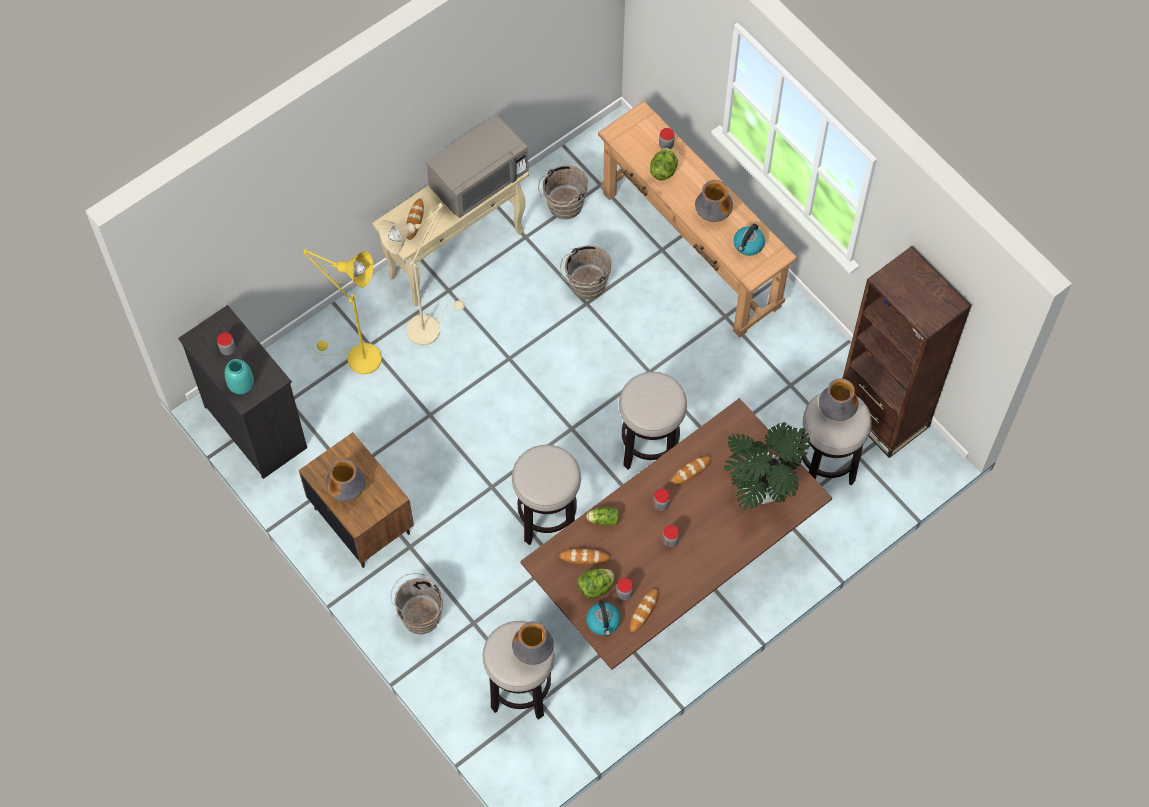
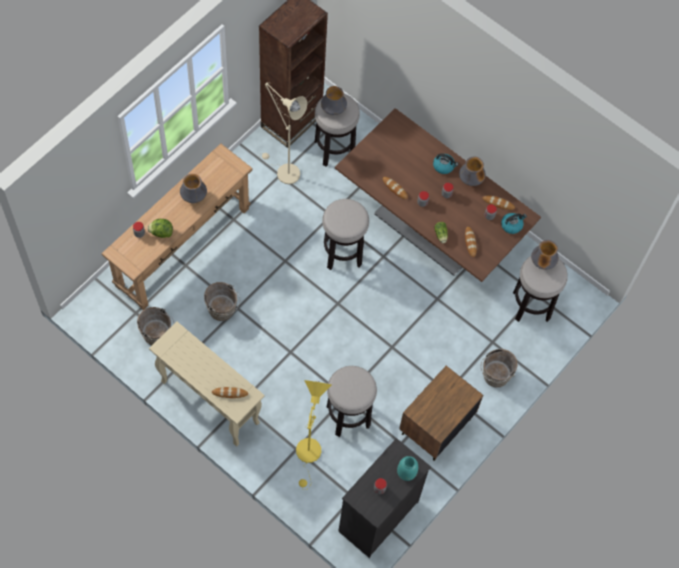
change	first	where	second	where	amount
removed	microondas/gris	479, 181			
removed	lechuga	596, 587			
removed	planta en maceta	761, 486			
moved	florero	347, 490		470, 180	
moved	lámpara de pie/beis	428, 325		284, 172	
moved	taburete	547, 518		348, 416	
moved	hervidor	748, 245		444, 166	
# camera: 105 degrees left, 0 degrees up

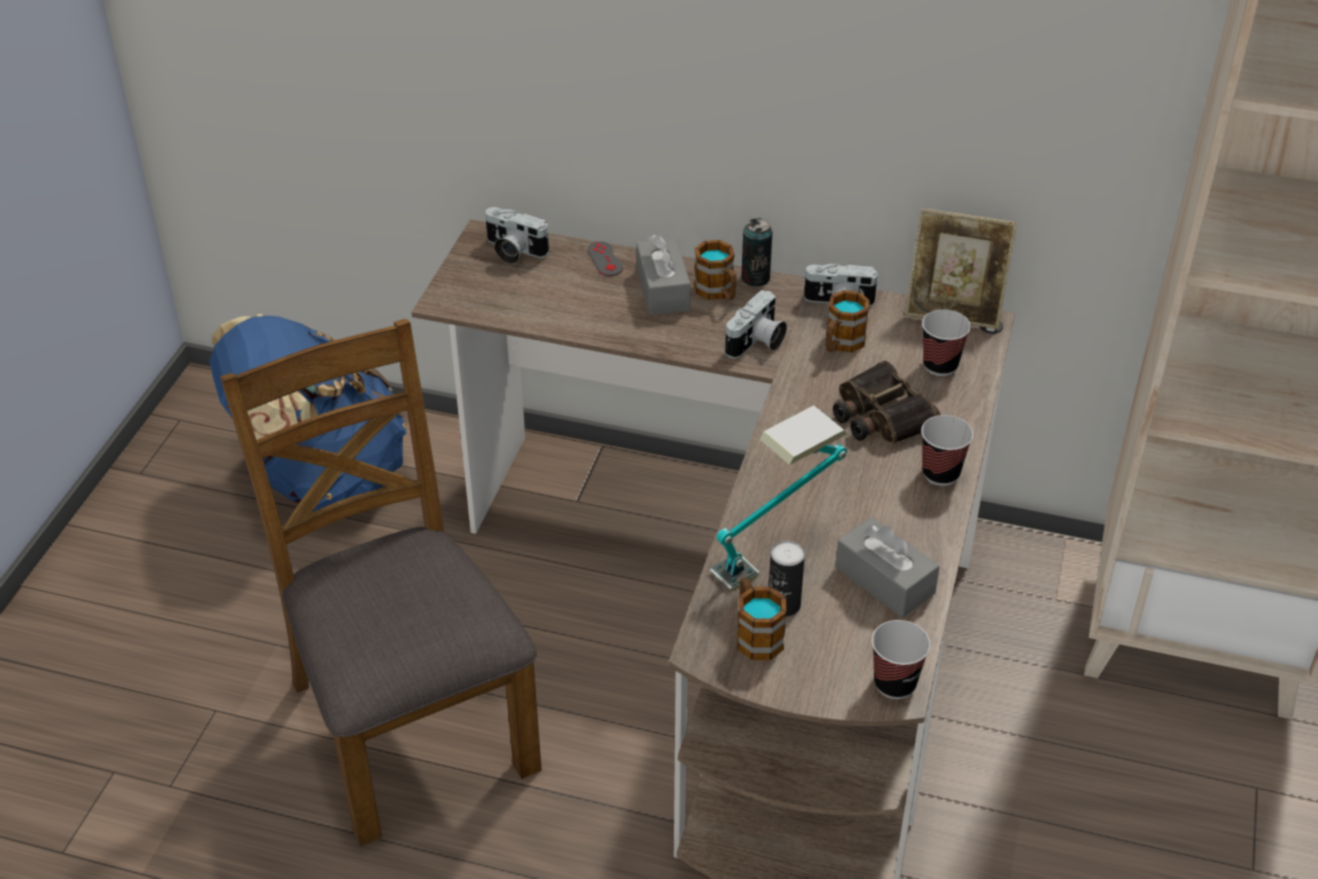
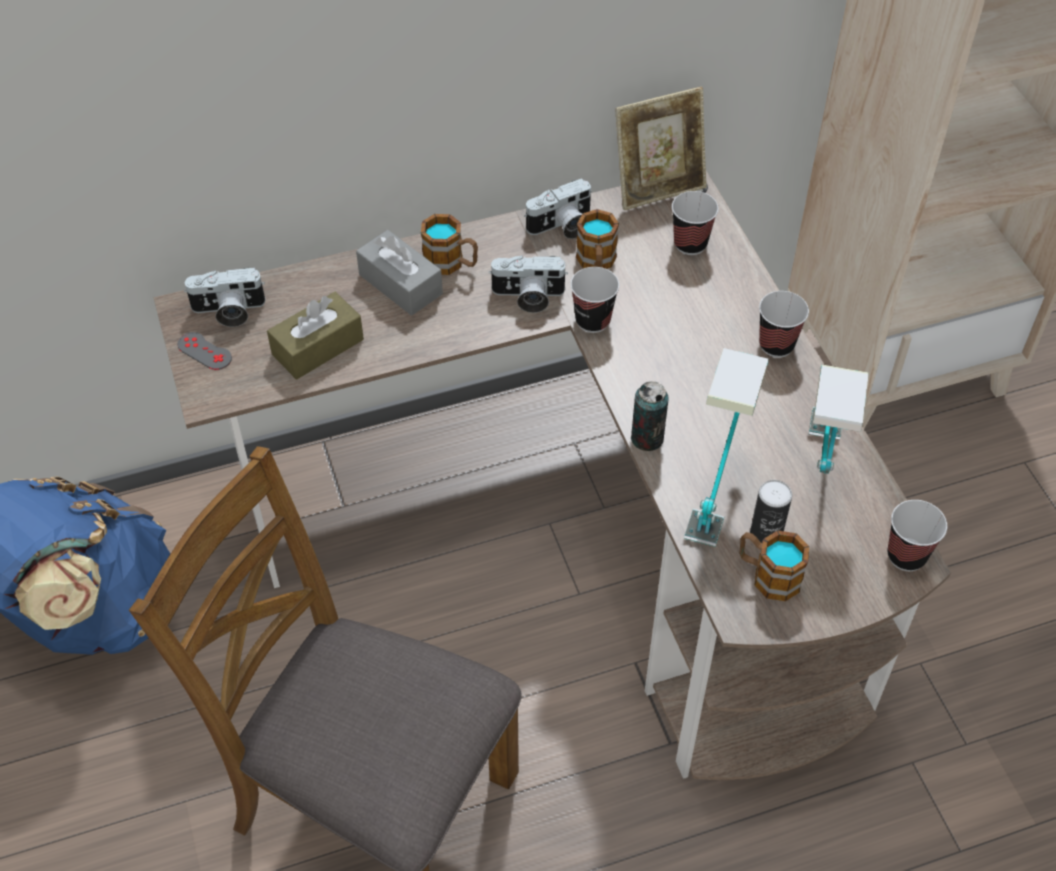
change	first	where	second	where	amount
removed	prismáticos	880, 415			
added			caja de pañuelos/marrón	318, 347	
added			taza	593, 320	
moved	mando de consola/gris	605, 259		204, 351	
moved	lata	755, 278		647, 438	
replaced	caja de pañuelos/gris	884, 580	lámpara de mesa	819, 467	
turned	cámara	757, 343		528, 297	90 degrees clockwise
# camera: 35 degrees left, 10 degrees up

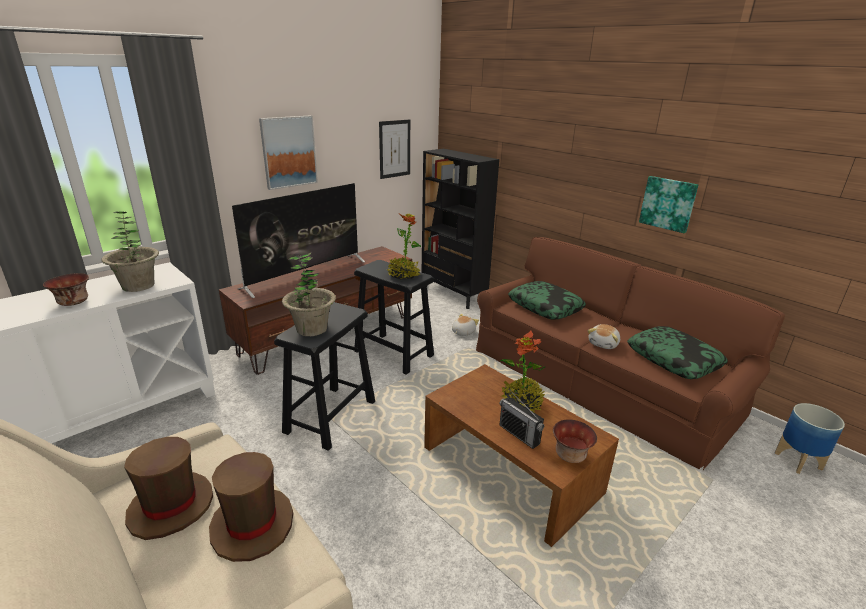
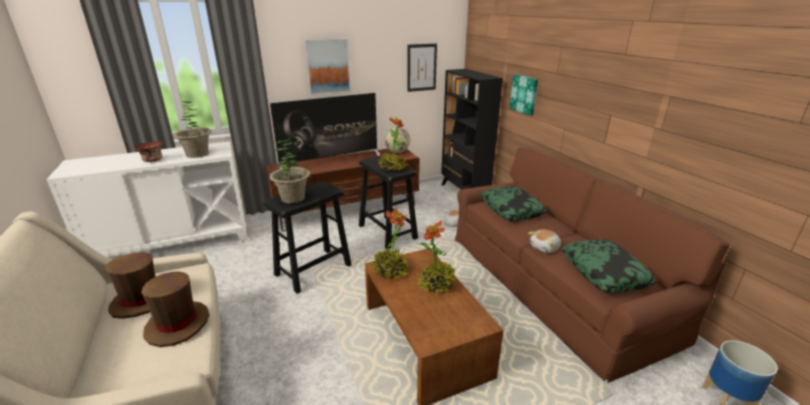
change	first	where	second	where	amount
removed	radio	519, 434			
removed	cuenco	570, 455			
added			planta en maceta	390, 271	
added			globo terráqueo	397, 152	
moved	cuadro	668, 203		524, 94	
# camera: 20 degrees right, 0 degrees up

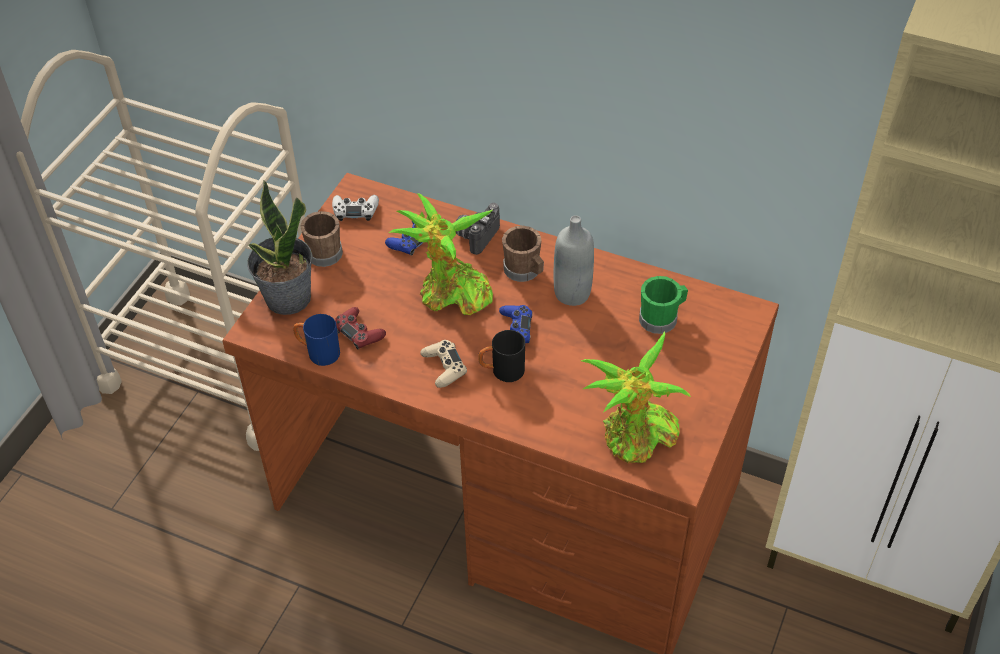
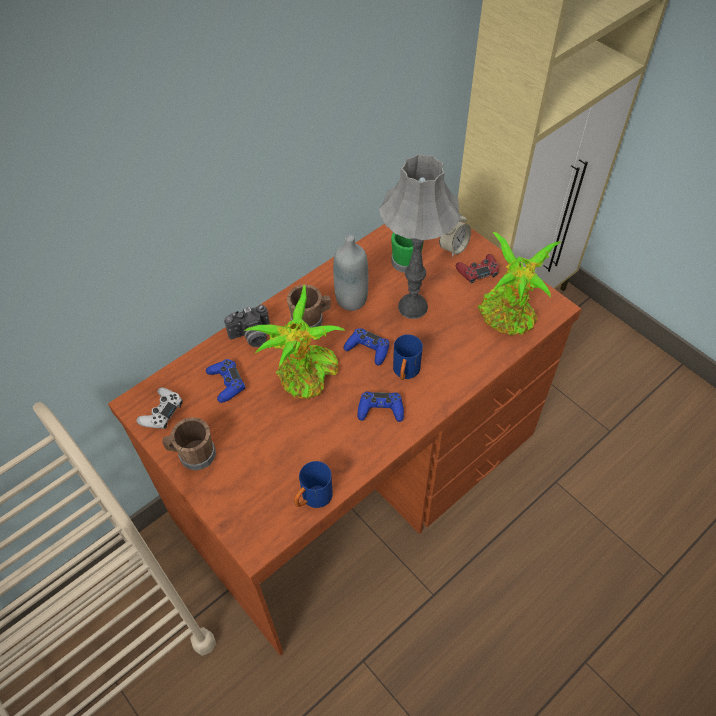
change	first	where	second	where	amount
removed	planta en maceta	287, 298			
added			lámpara de mesa/gris	412, 307	
added			despertador	453, 248	
moved	mando de consola/rojo	359, 332		477, 271	
recoloured	mando de consola/beis	444, 367	mando de consola/azul	380, 410	
recoloured	taza grande/negro	502, 371	taza grande/azul	405, 373	
turned	cámara	476, 235		251, 337	75 degrees counterclockwise
# camera: 65 degrees left, 5 degrees up

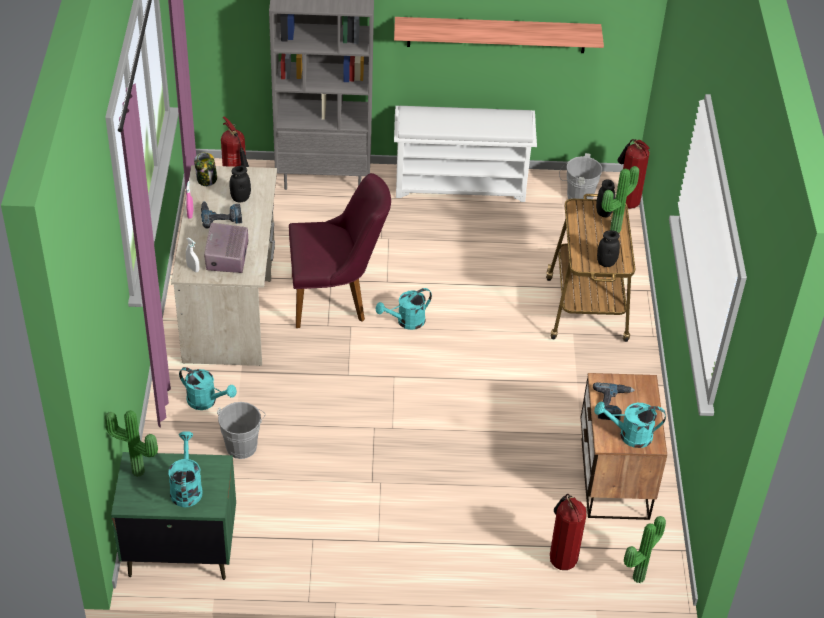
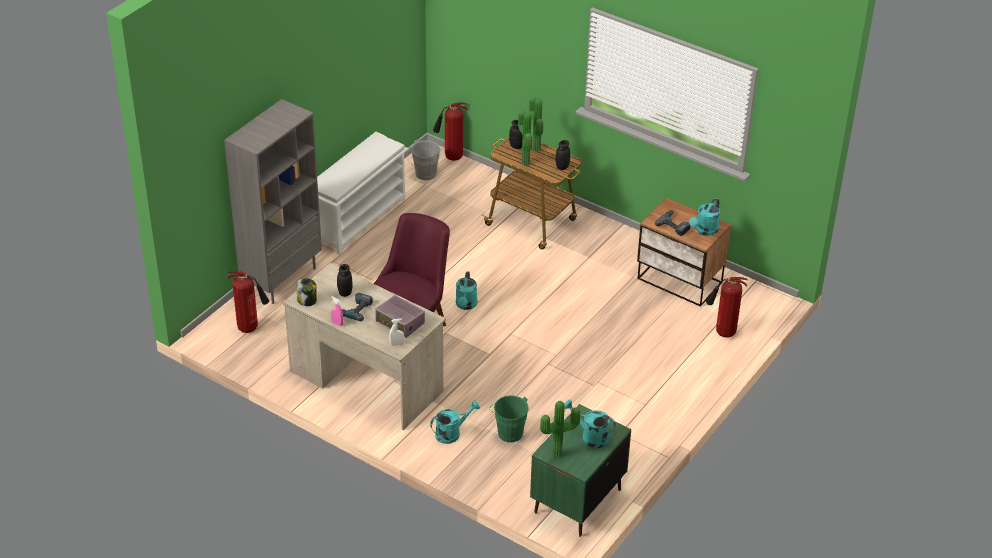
change	first	where	second	where	amount
removed	estante	496, 34			
moved	planta en maceta	636, 576		524, 163	
recoloured	cubo/gris	243, 444	cubo/verde	508, 431	
# camera: 55 degrees left, 5 degrees down

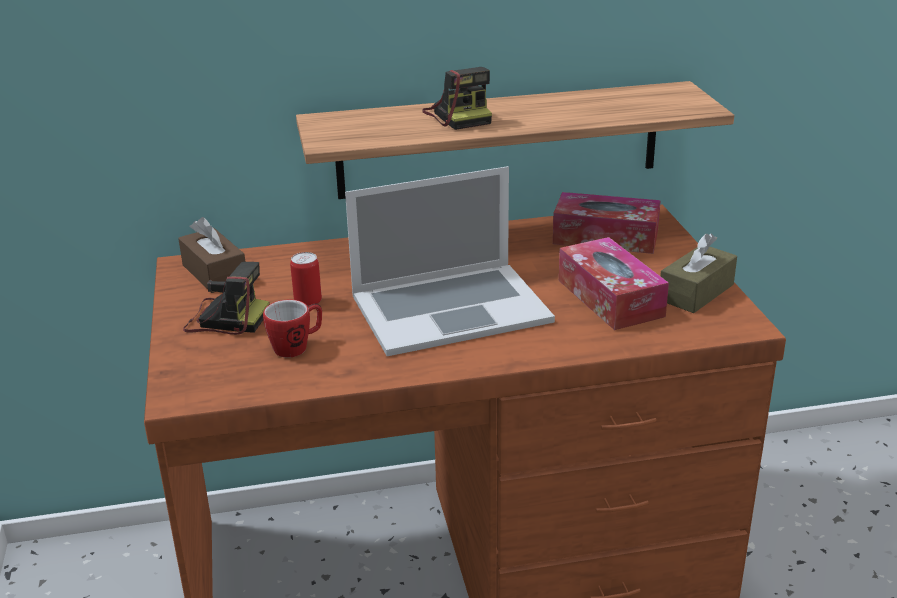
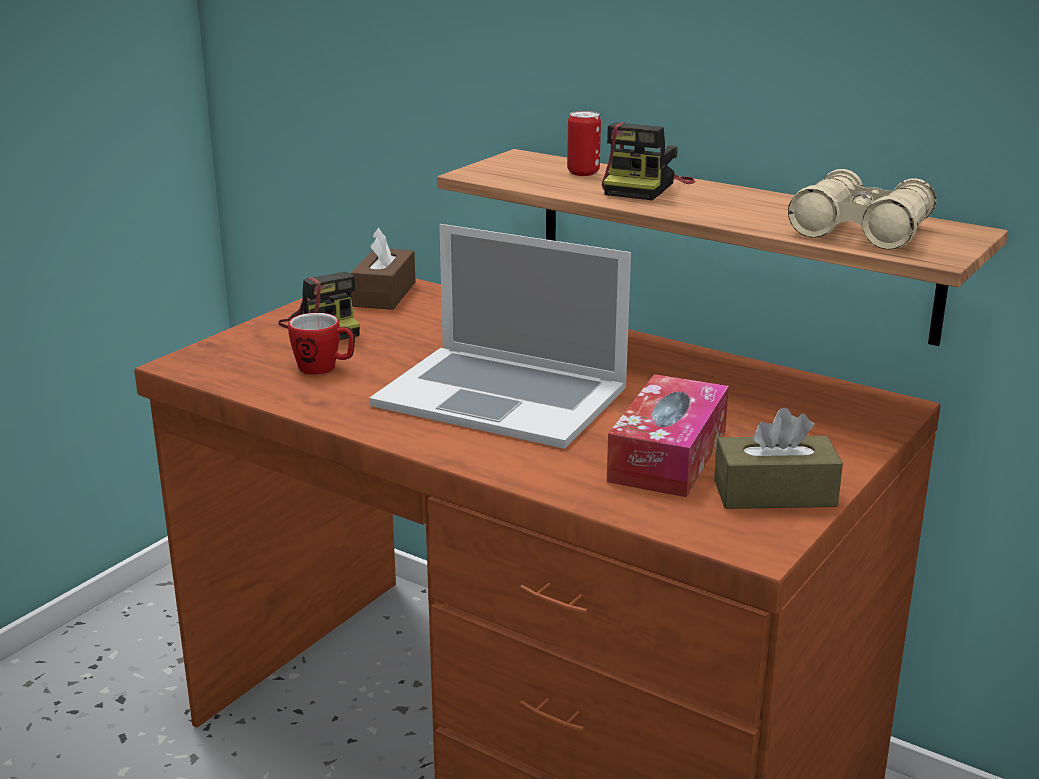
change	first	where	second	where	amount
removed	caja de pañuelos	605, 237			
added			prismáticos/beis	861, 231	
moved	lata	308, 302		583, 172	
# camera: 45 degrees right, 5 degrees down

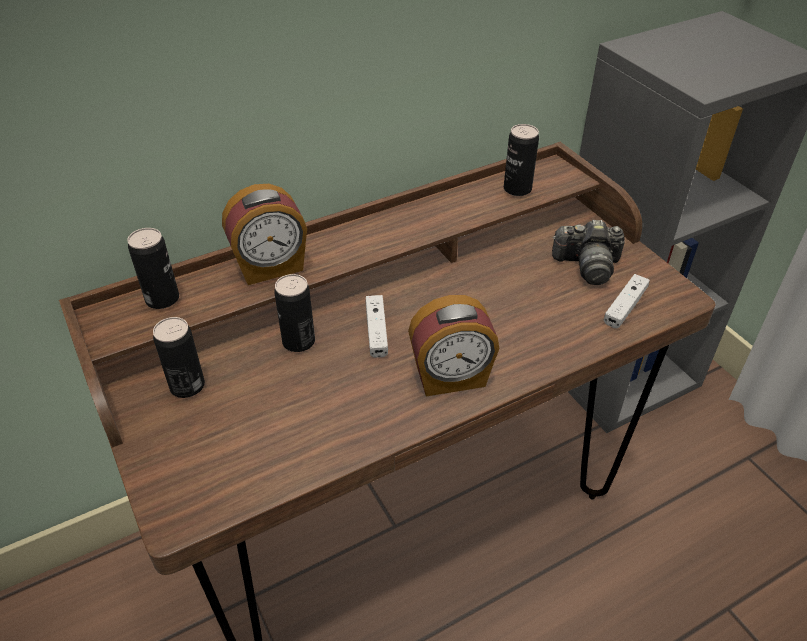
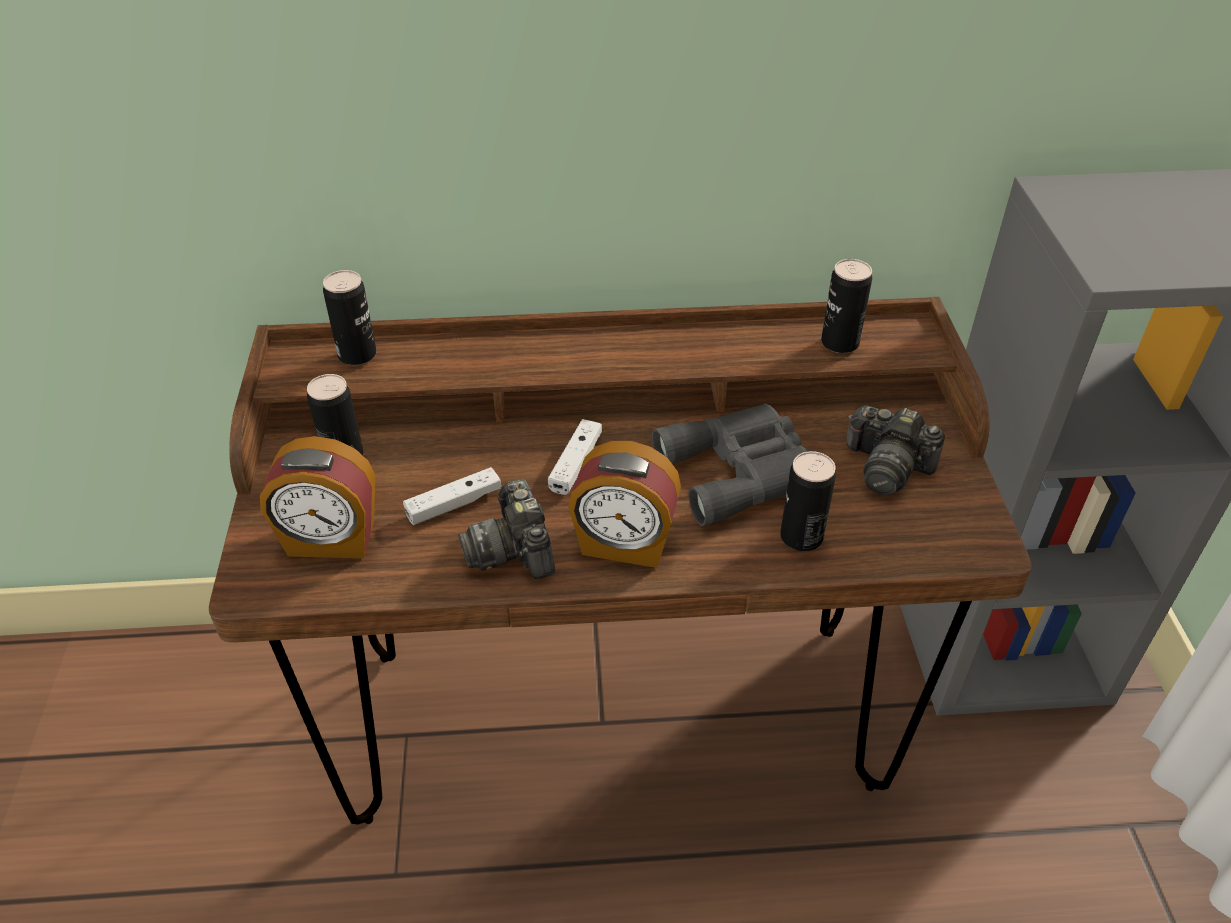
change	first	where	second	where	amount
added			cámara	513, 550	
added			prismáticos/gris	742, 471	
moved	despertador	271, 267		331, 540	
moved	lata	298, 341		801, 537	
moved	mando de consola/blanco	625, 307		454, 504	
# camera: 25 degrees right, 0 degrees up

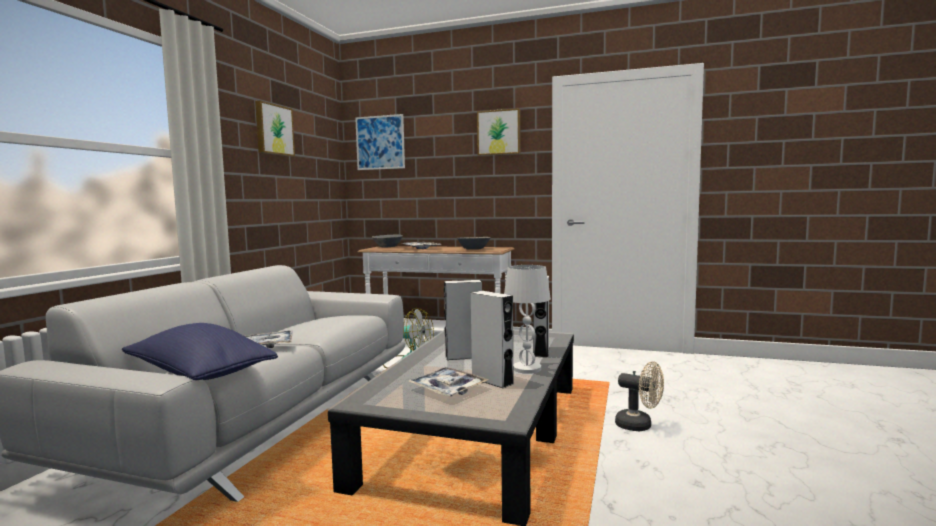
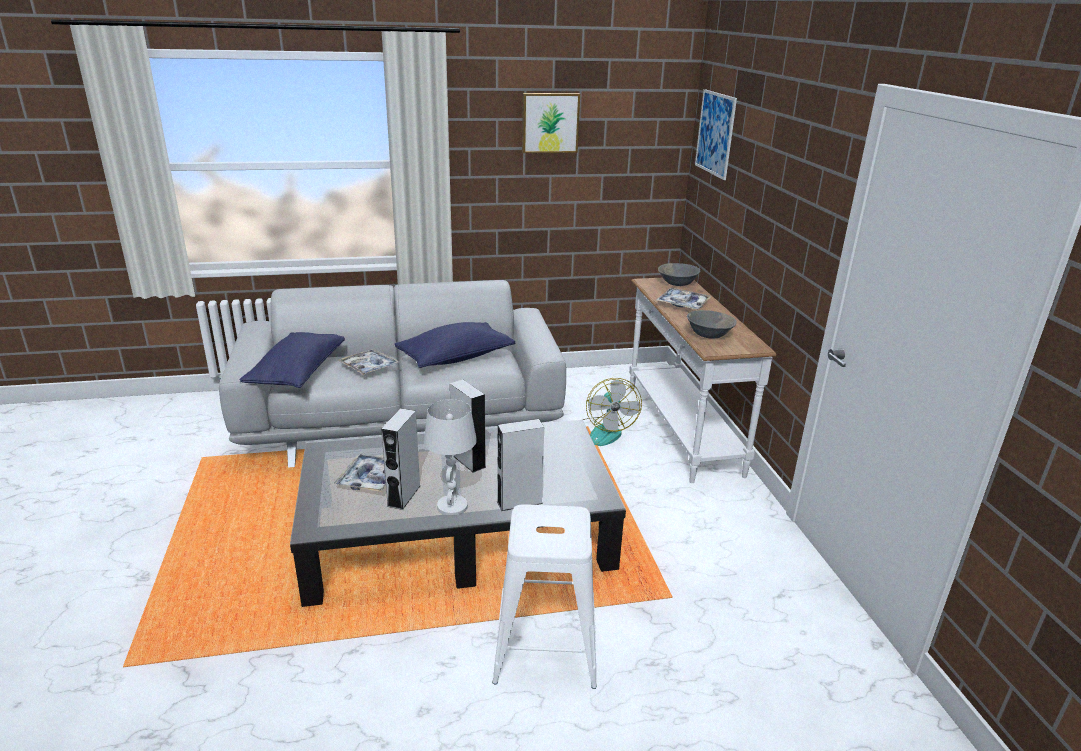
change	first	where	second	where	amount
removed	cuadro	499, 132			
added			cojín/azul	455, 358	
replaced	ventilador/beis	639, 426	taburete/blanco	545, 646	
# camera: 60 degrees right, 20 degrees up

